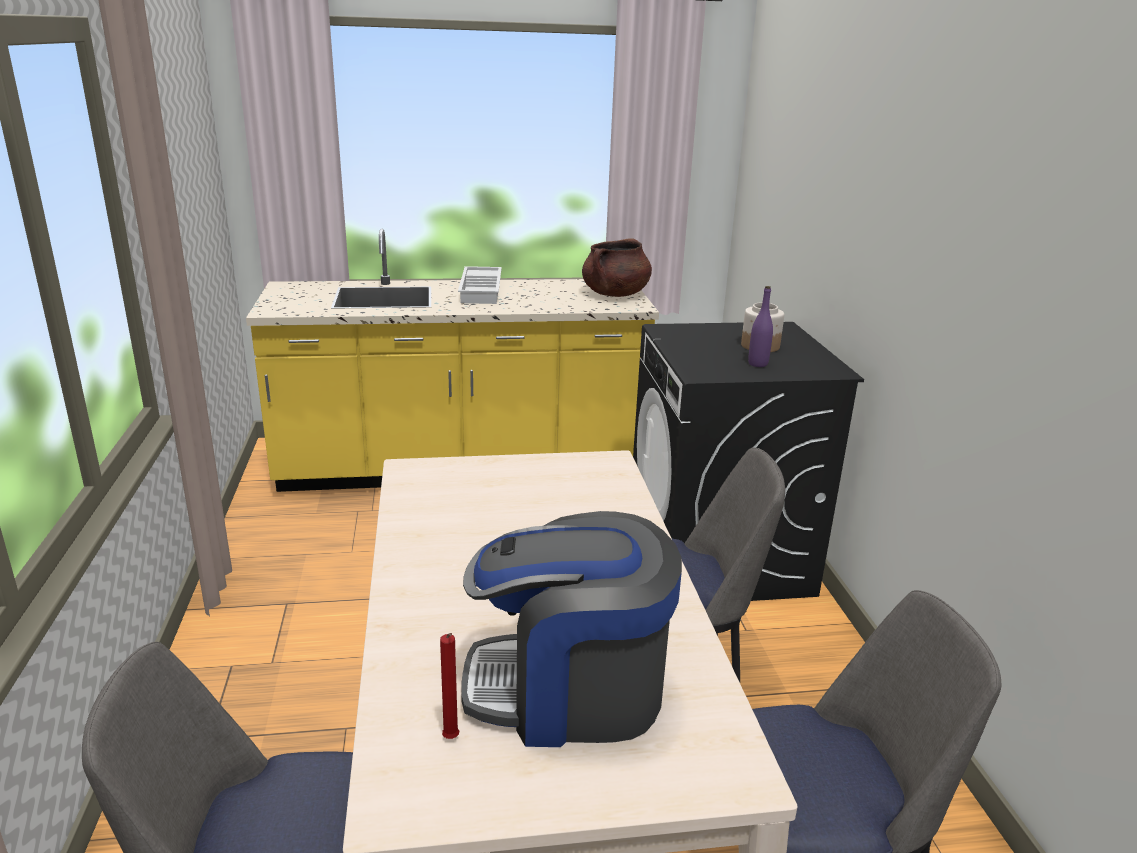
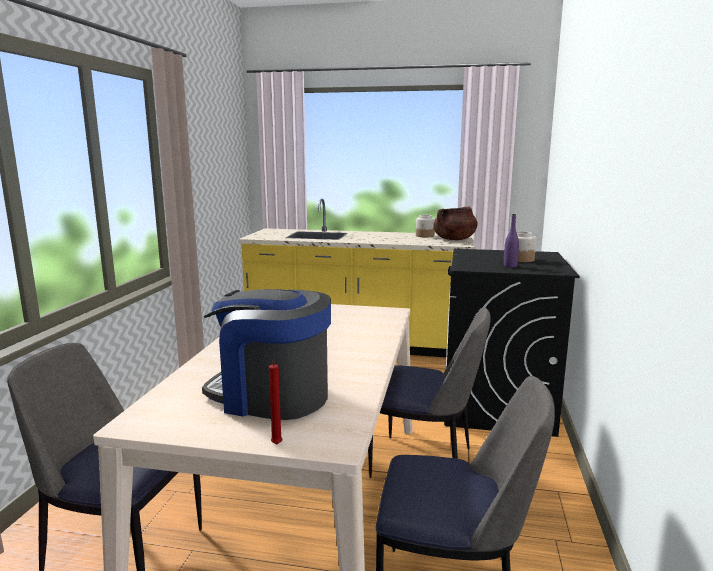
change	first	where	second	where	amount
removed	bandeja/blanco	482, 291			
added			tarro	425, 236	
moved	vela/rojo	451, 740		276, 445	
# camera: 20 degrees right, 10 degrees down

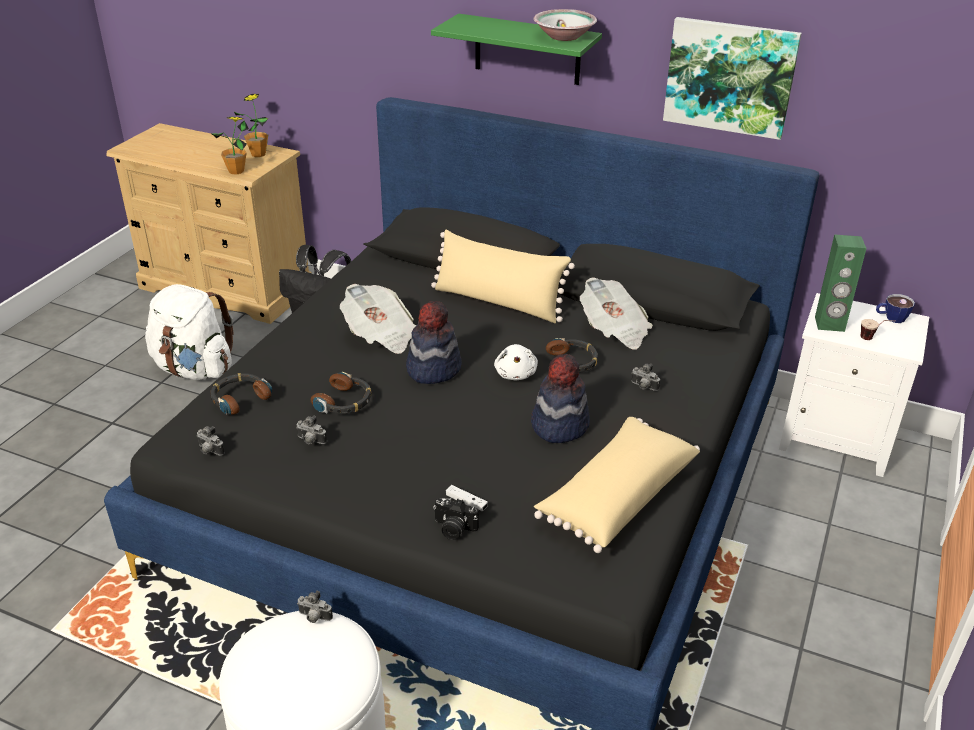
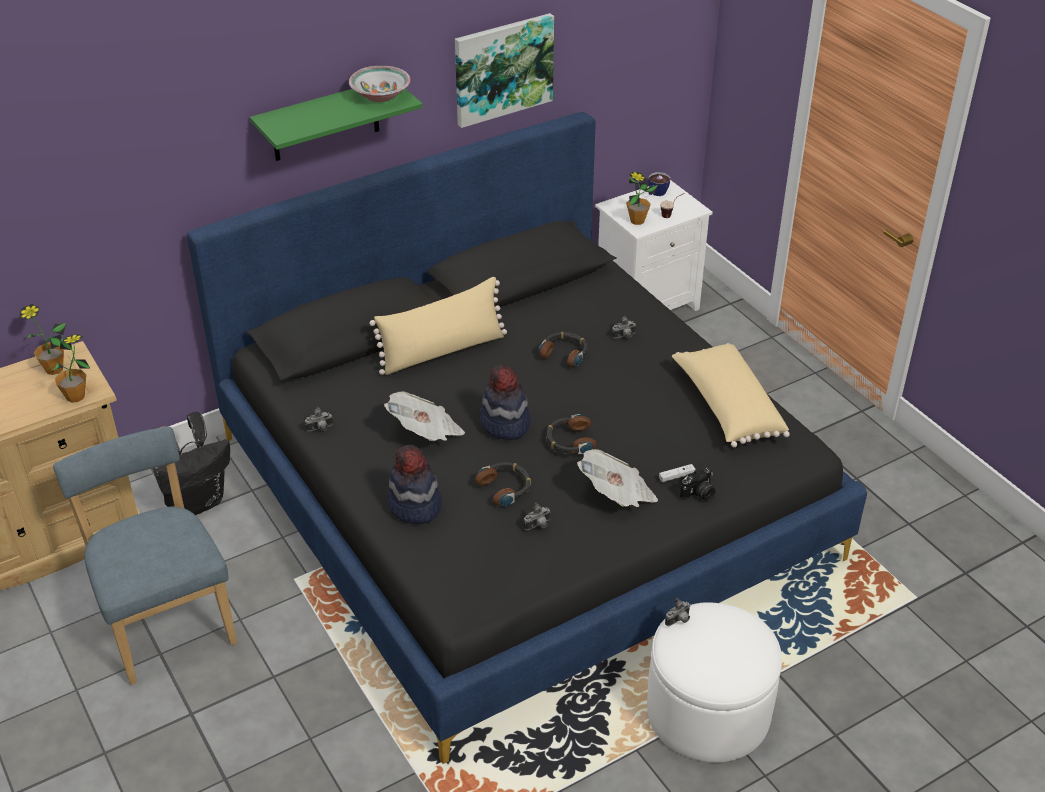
change	first	where	second	where	amount
removed	peluche/blanco	515, 373			
moved	cámara	209, 451		320, 429	
moved	auriculares	240, 398		570, 441	
moved	sombrero	559, 424		414, 505	
moved	periódico	615, 330		617, 495	
replaced	mochila/blanco	195, 369	silla/azul	166, 620	
replaced	altavoz/verde	829, 324	planta en maceta	637, 221	
# camera: 55 degrees left, 5 degrees up

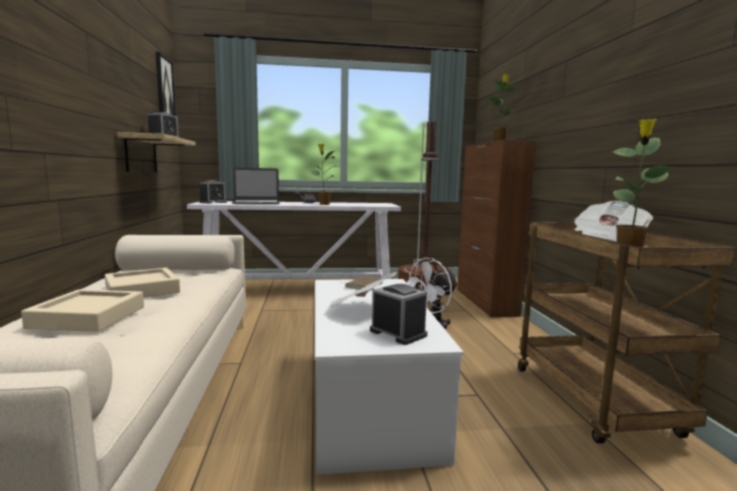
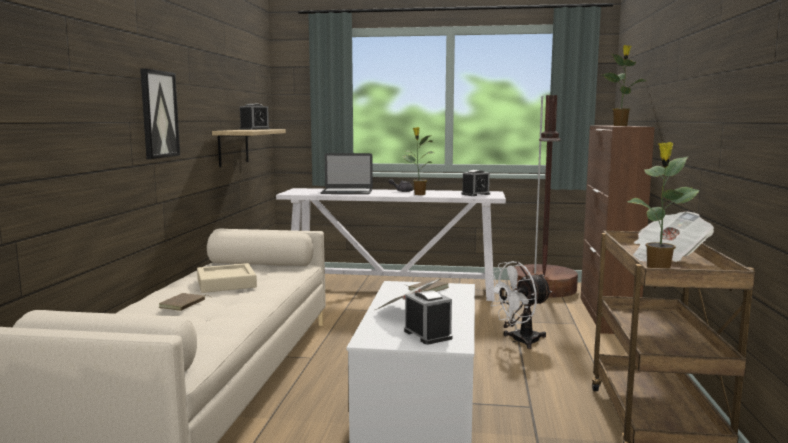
change	first	where	second	where	amount
moved	cuadro	164, 87		158, 114	
moved	despertador	213, 202		475, 194	
replaced	bandeja/beis	88, 317	libro/marrón	183, 304	
# camera: 15 degrees right, 0 degrees up

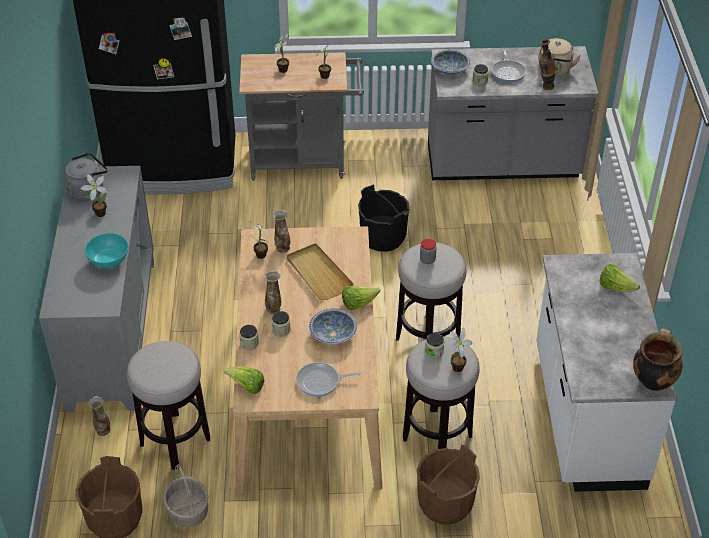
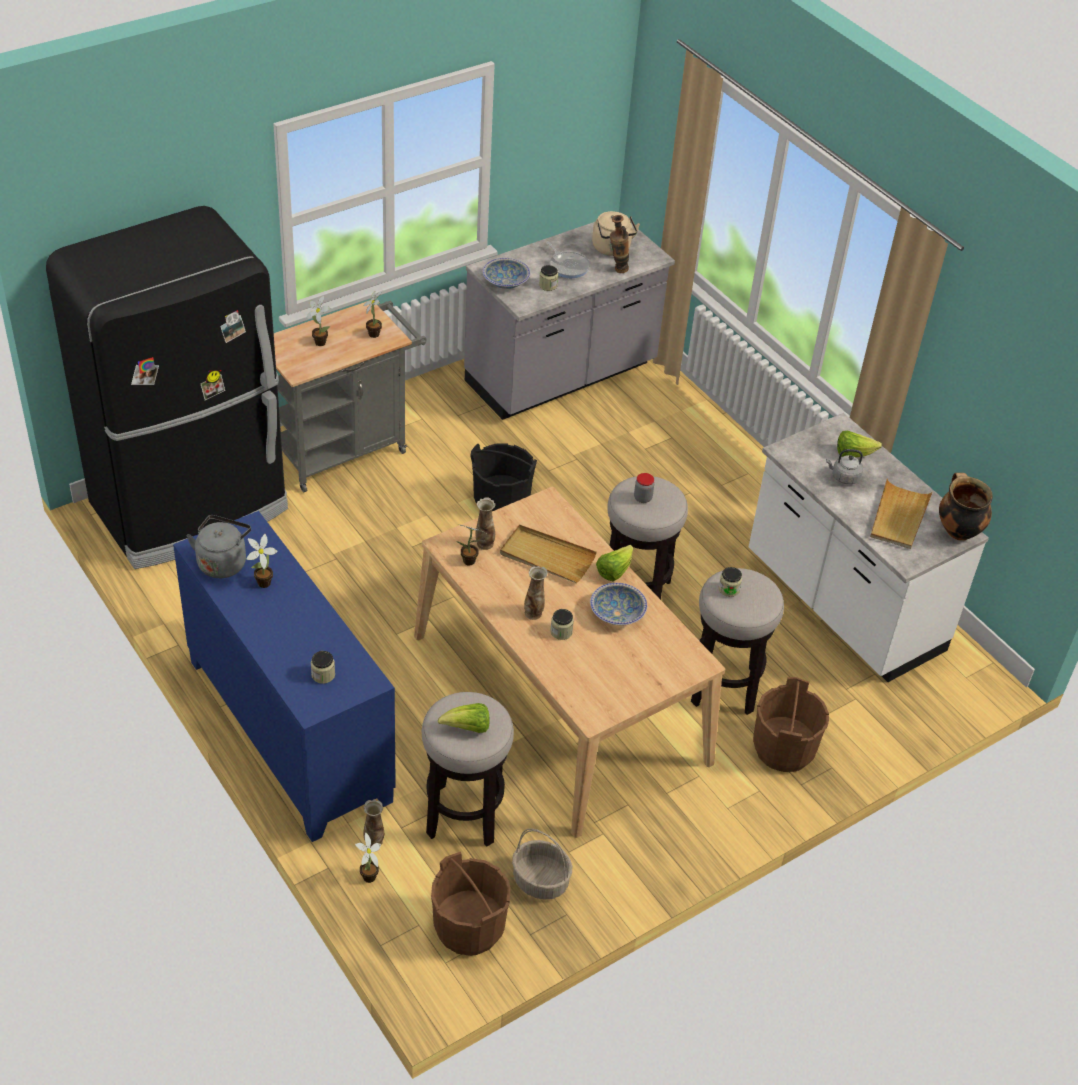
change	first	where	second	where	amount
removed	cuenco/turquesa	108, 261			
removed	sartén	321, 382			
added			hervidor/gris	844, 477	
added			bandeja/beis	899, 517	
moved	lechuga	247, 386		468, 728	
moved	tarro	249, 343		323, 675	
moved	planta en maceta	456, 369		368, 879	
recoloured	armario/gris	111, 332	armario/azul	287, 730	
# camera: 35 degrees left, 0 degrees up

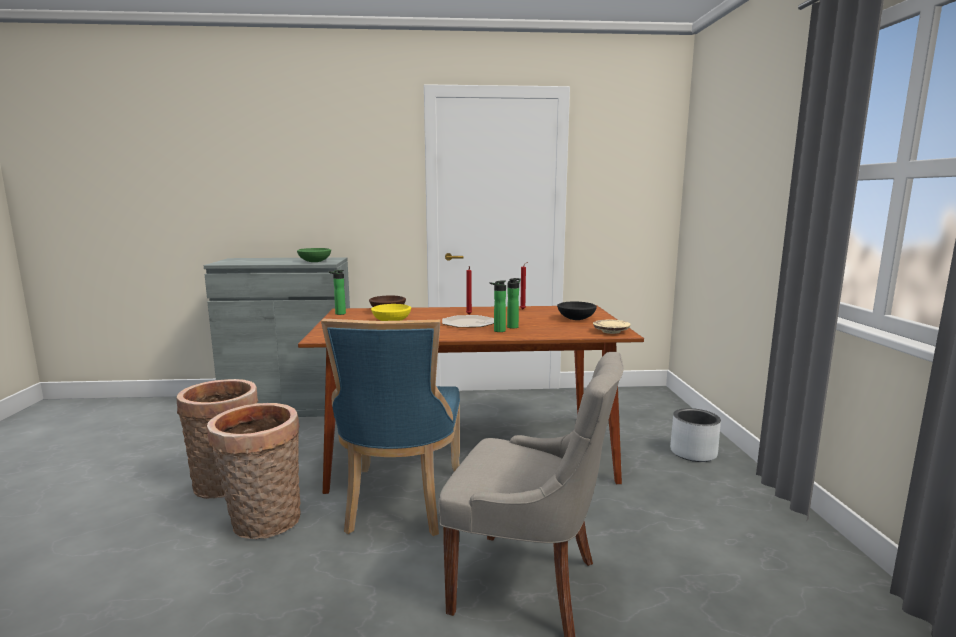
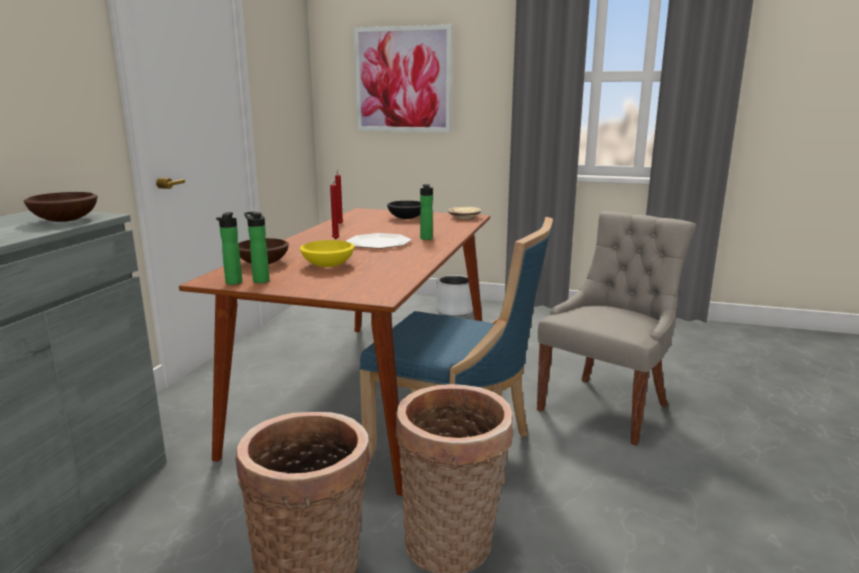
change	first	where	second	where	amount
added			cuadro	402, 80	
moved	botella	513, 326		260, 280	
recoloured	cuenco/verde	315, 261	cuenco/marrón	65, 220	
# camera: 70 degrees left, 5 degrees up

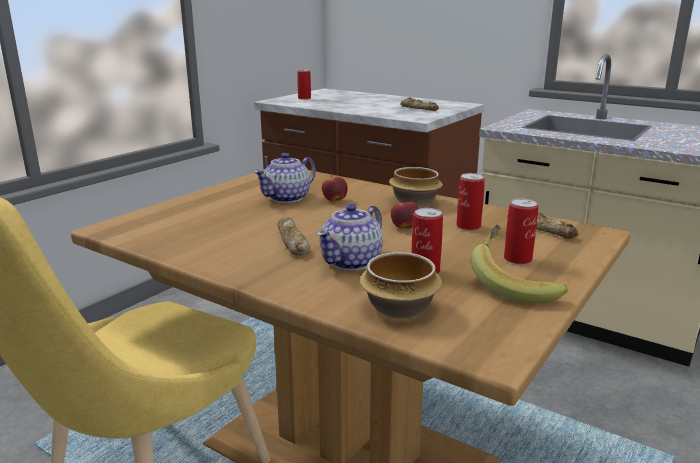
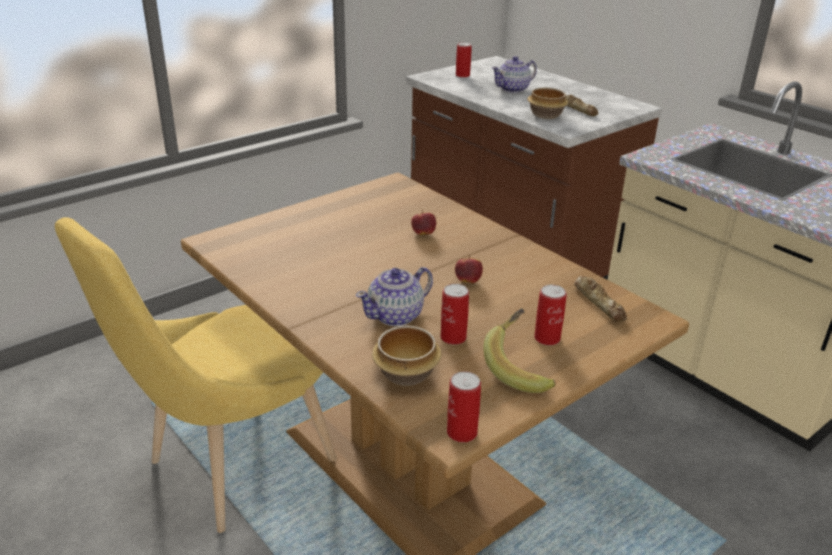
change	first	where	second	where	amount
removed	pan	291, 242			
moved	tetera	287, 198		513, 89	
moved	cuenco	414, 202		545, 115	
moved	lata	468, 226		462, 432	
# camera: 15 degrees right, 10 degrees up

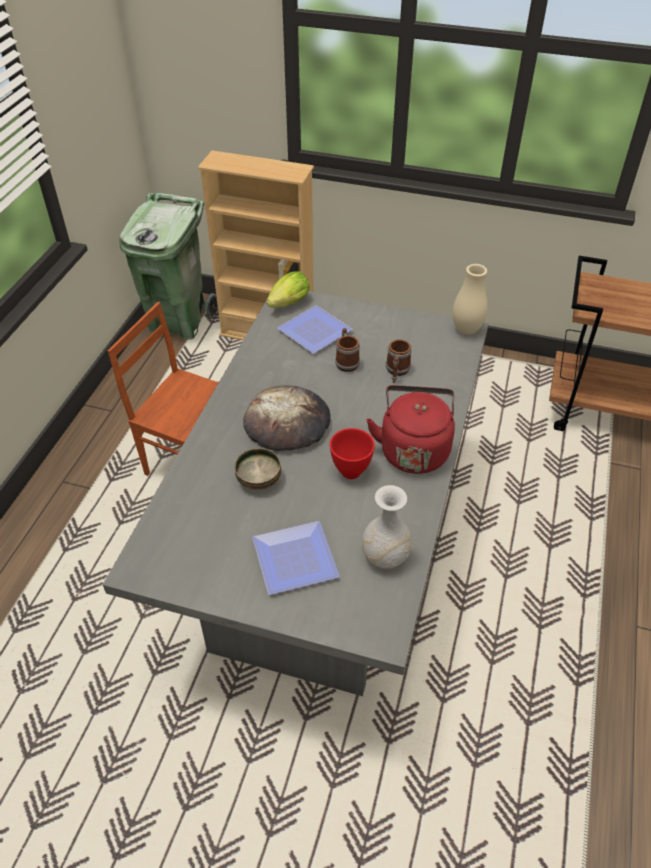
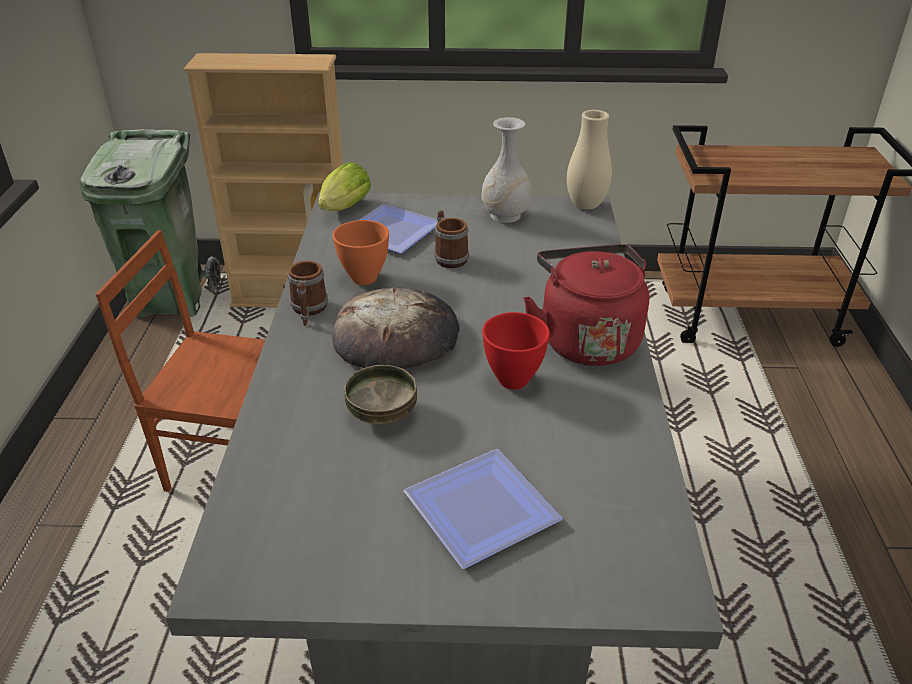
change	first	where	second	where	amount
added			cuenco/naranja	363, 277	
moved	florero/blanco	385, 557		506, 216	
moved	taza grande	396, 372		308, 311	
# camera: 15 degrees left, 10 degrees down

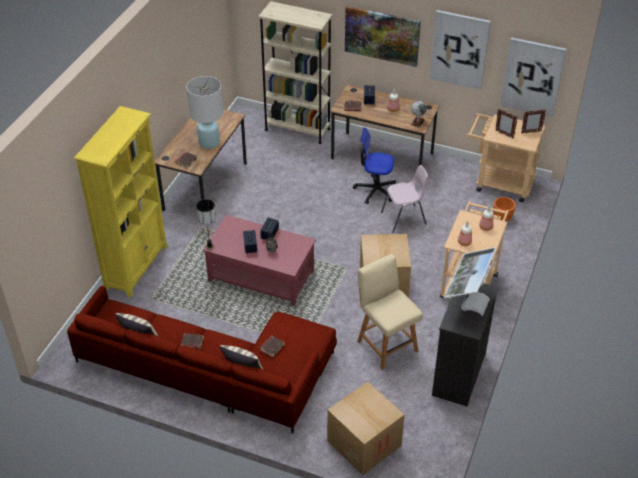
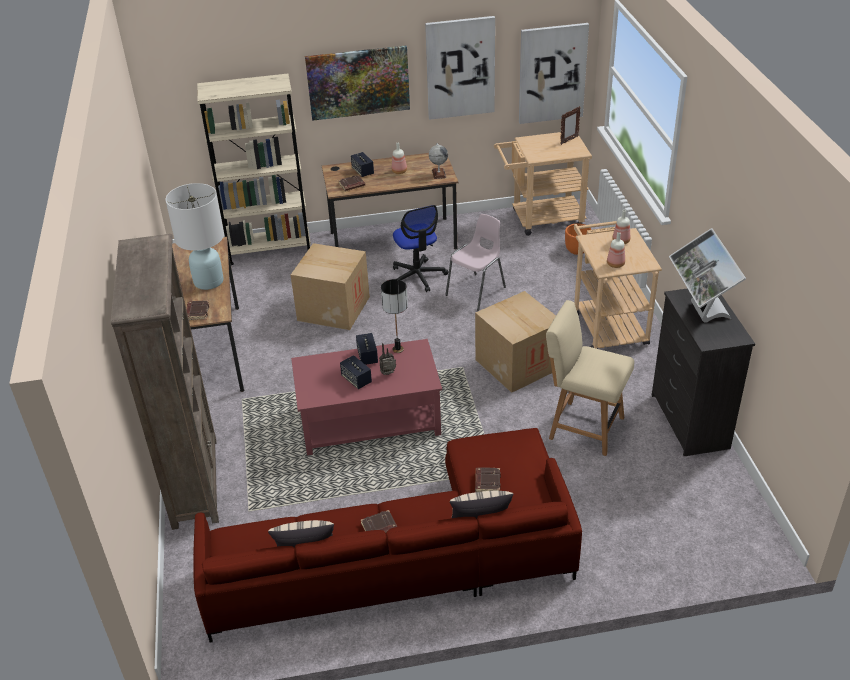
change	first	where	second	where	amount
removed	portarretratos	504, 134			
moved	lámpara de mesa	209, 246		397, 349	
moved	caja de cartón	364, 443		333, 308	
recoloured	estantería/amarillo	136, 267	estantería/marrón	195, 482	
turned	silla de oficina	375, 190		417, 276	90 degrees counterclockwise
# camera: 30 degrees left, 5 degrees down

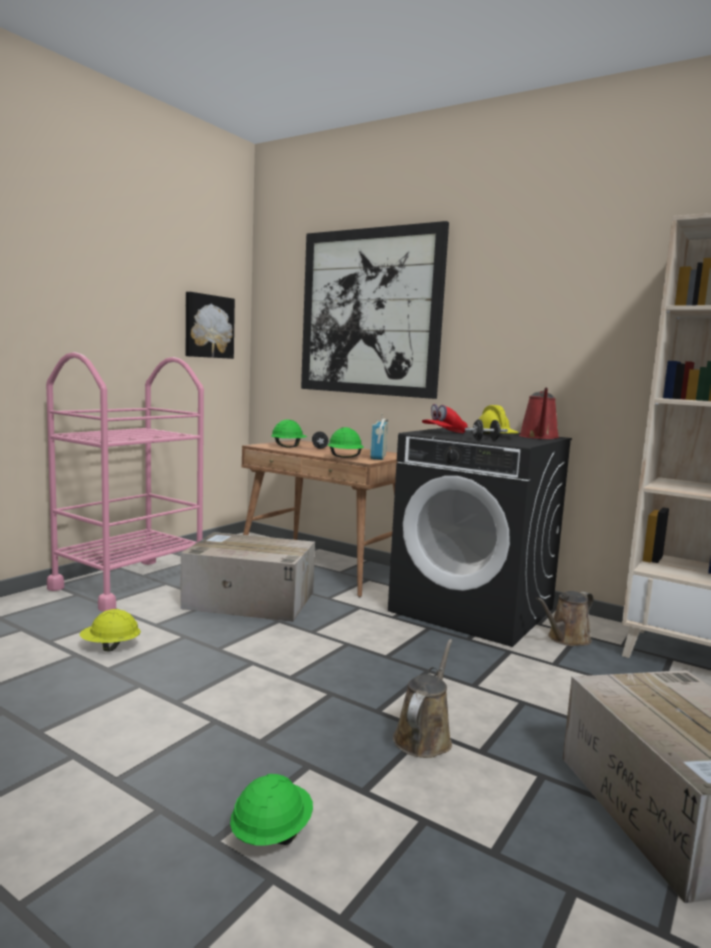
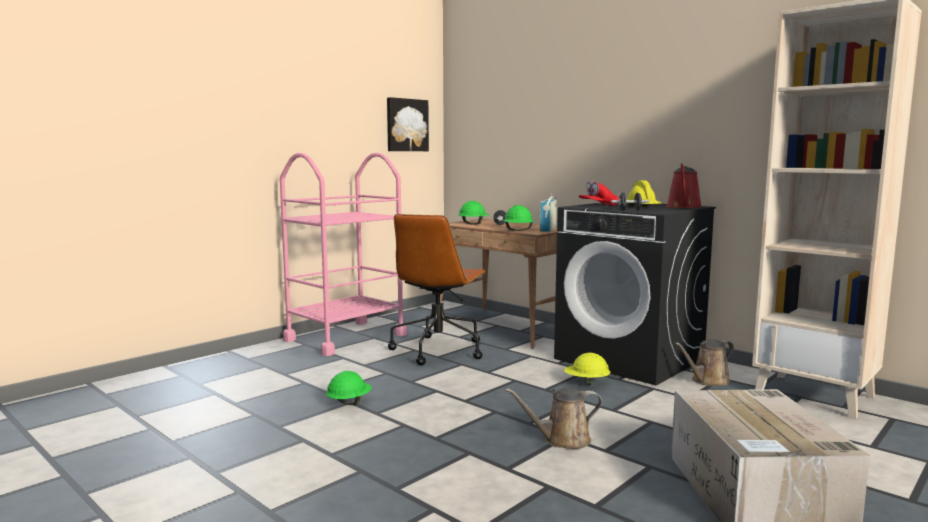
change	first	where	second	where	amount
removed	cuadro	370, 312			
moved	casco/amarillo	110, 647		586, 382	
moved	casco/verde	271, 834		349, 402	
replaced	caja de cartón	248, 600	silla de oficina/marrón	438, 350	
turned	regadera/marrón	424, 737		562, 440	135 degrees counterclockwise
# camera: 10 degrees right, 0 degrees up

